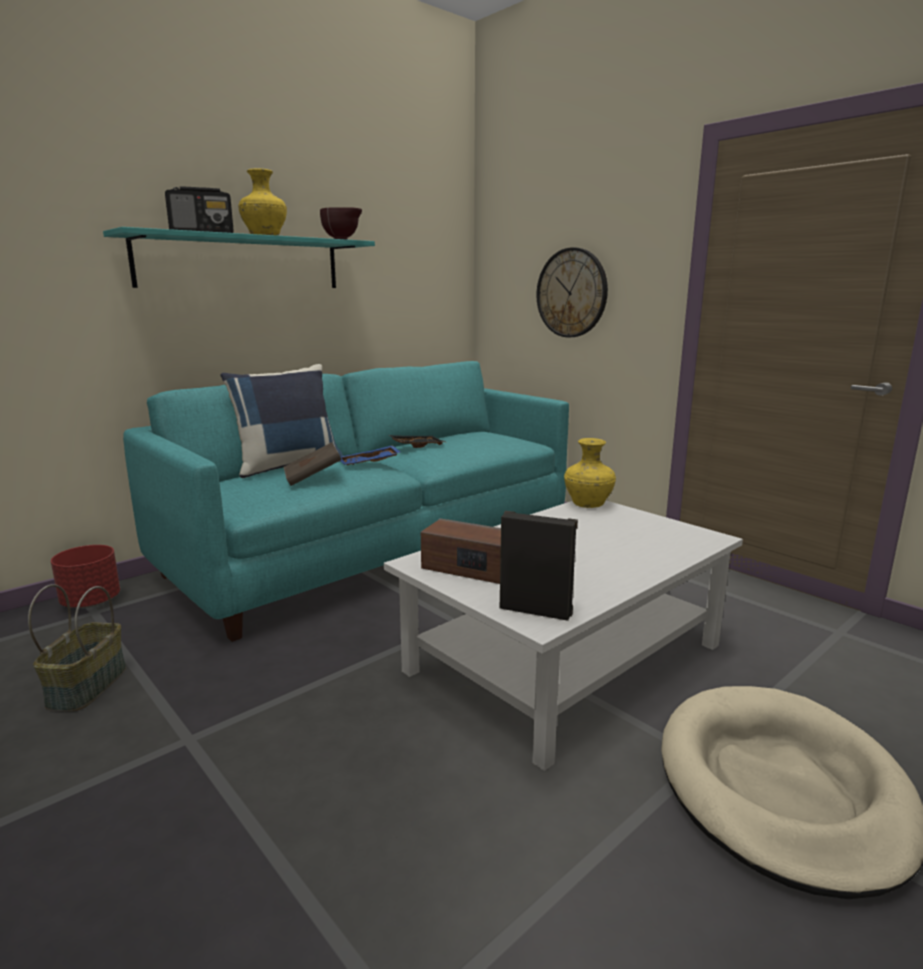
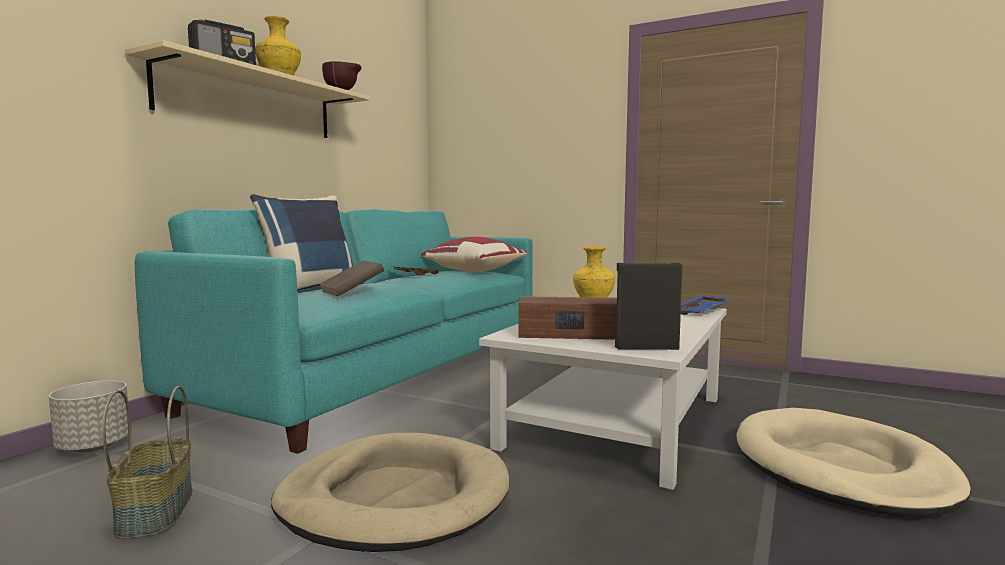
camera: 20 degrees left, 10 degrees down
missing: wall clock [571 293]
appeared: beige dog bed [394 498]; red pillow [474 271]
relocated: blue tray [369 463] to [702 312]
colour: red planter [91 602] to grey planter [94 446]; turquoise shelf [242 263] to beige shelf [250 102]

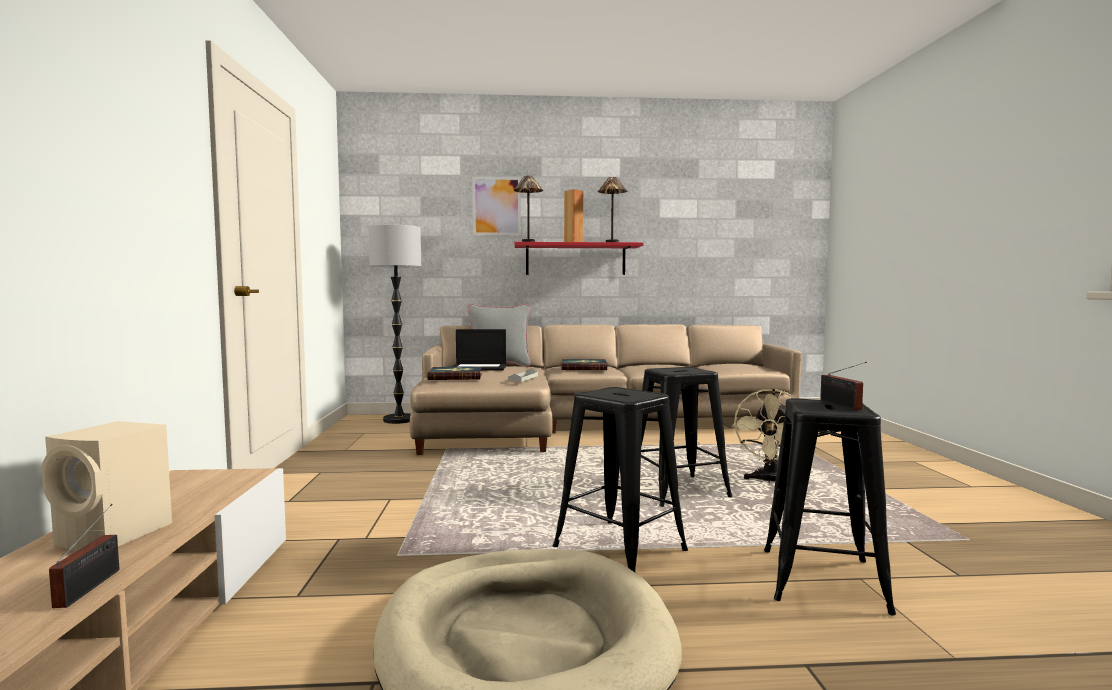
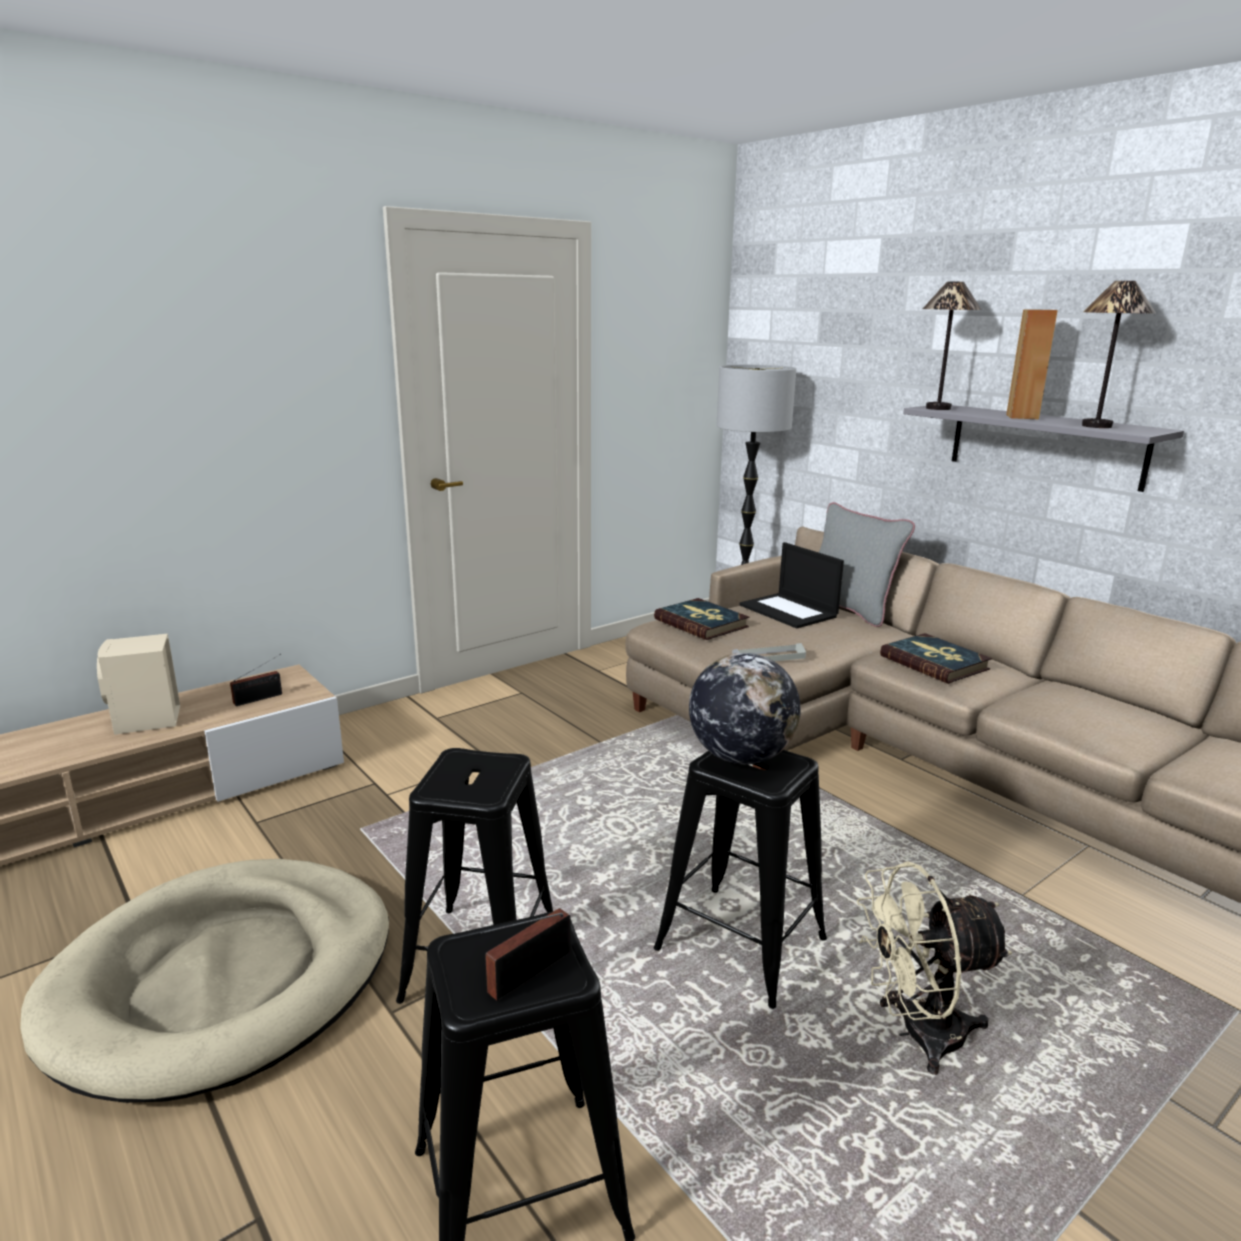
camera: 55 degrees right, 15 degrees up
missing: picture [496 206]
appeared: globe [740 757]
relocated: radio [92 586] to [261 698]
colour: red shelf [575 259] to grey shelf [1045 445]

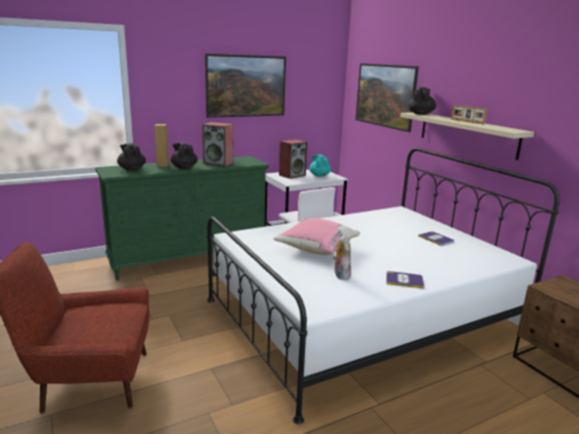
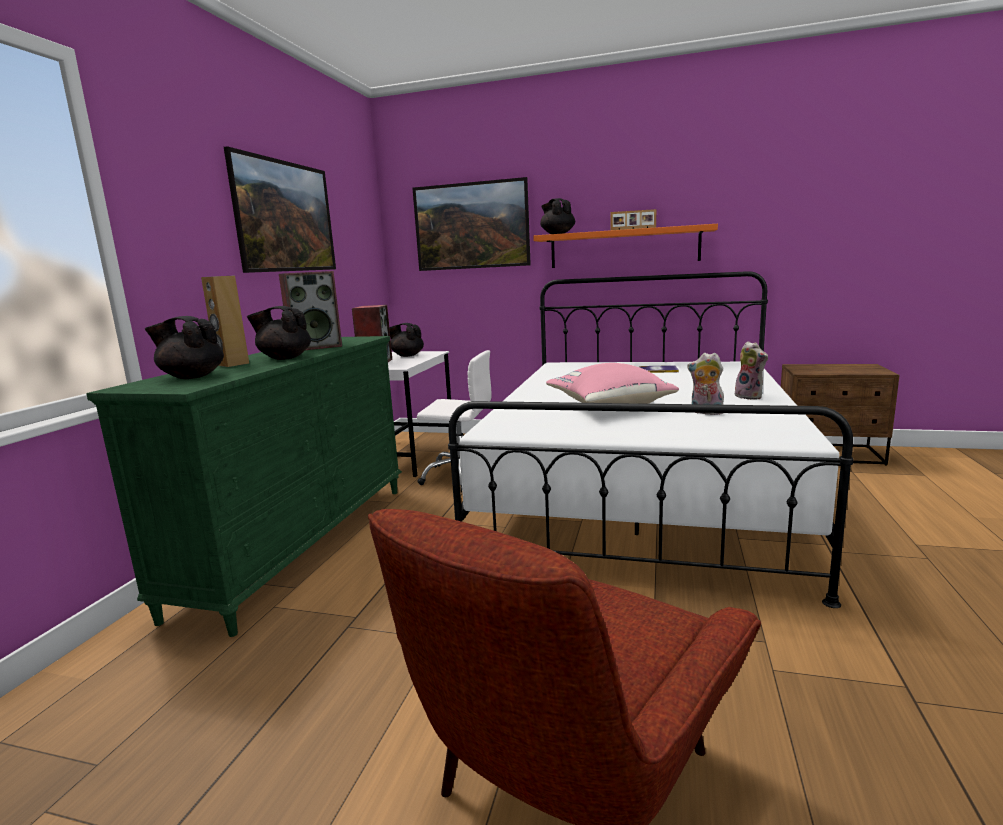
camera: 45 degrees left, 5 degrees down
exchanged: book [404 280] to plush toy [750 396]
colour: turquoise teapot [319 175] to black teapot [407 355]; beige shelf [467 134] to orange shelf [624 247]

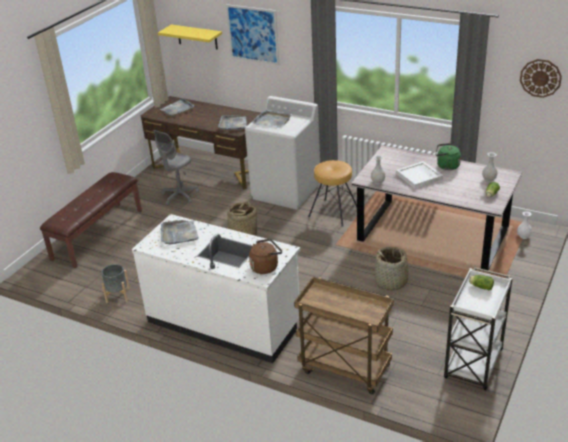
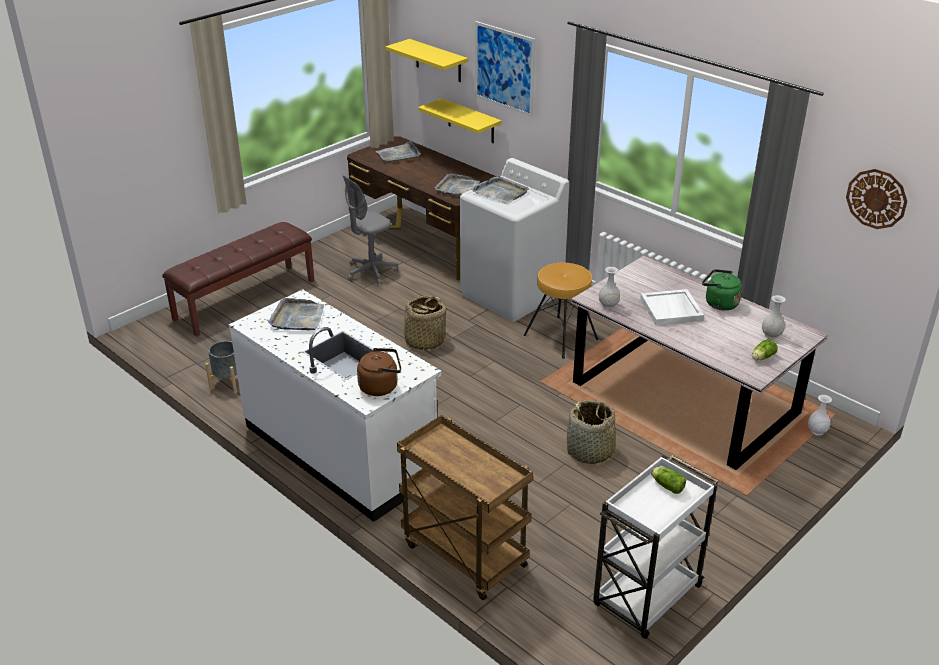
camera: 15 degrees right, 0 degrees up
appeared: yellow shelf [471 121]

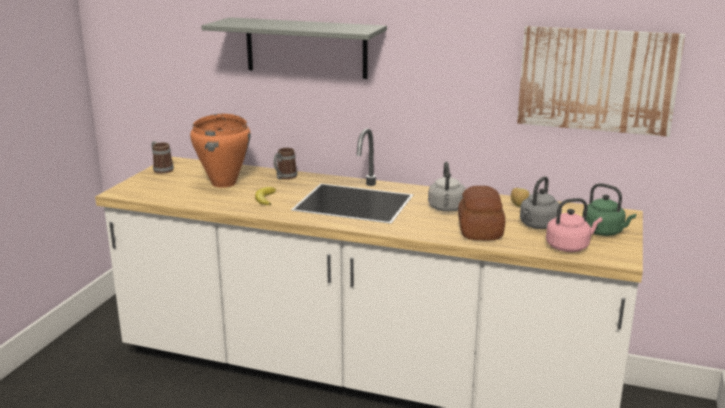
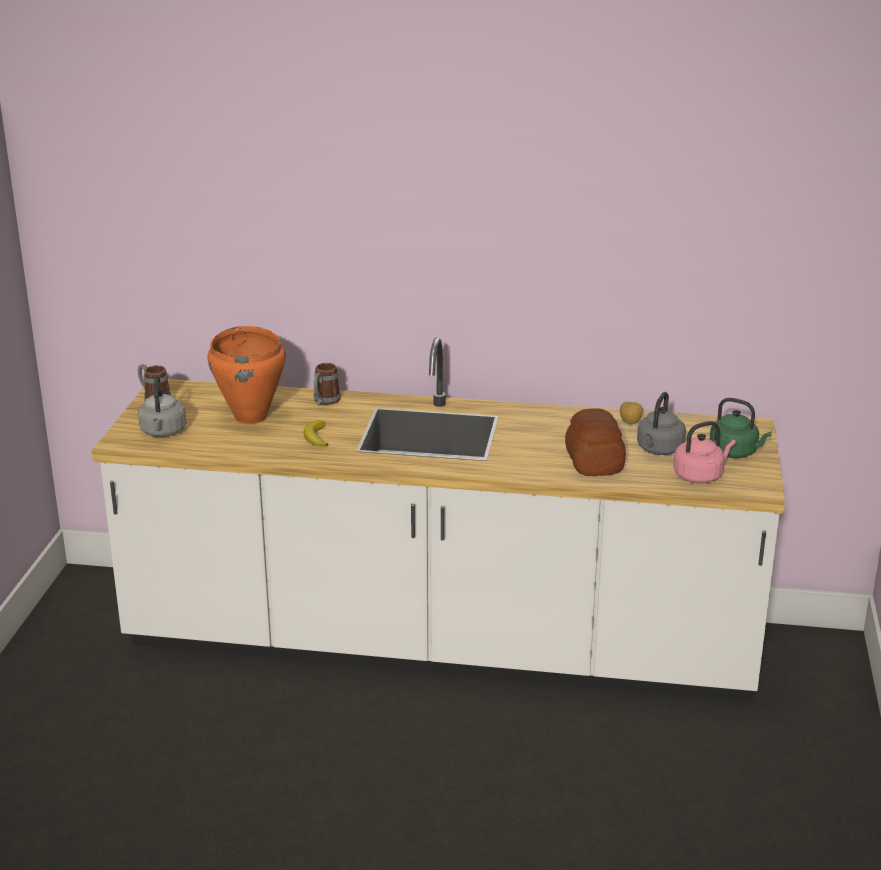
camera: 10 degrees left, 5 degrees up
missing: grey shelf [306 48]; picture [597 79]
relocated: grey kettle [446 209] to [163 432]

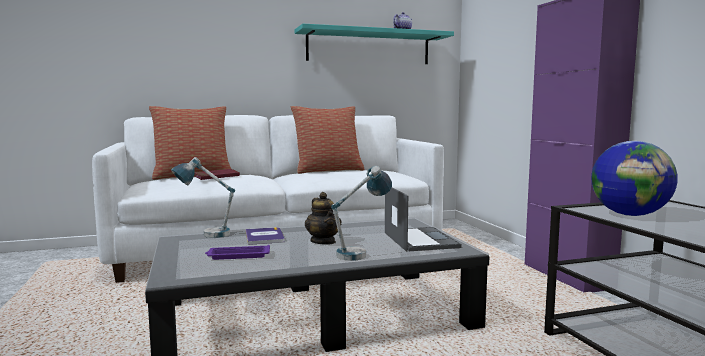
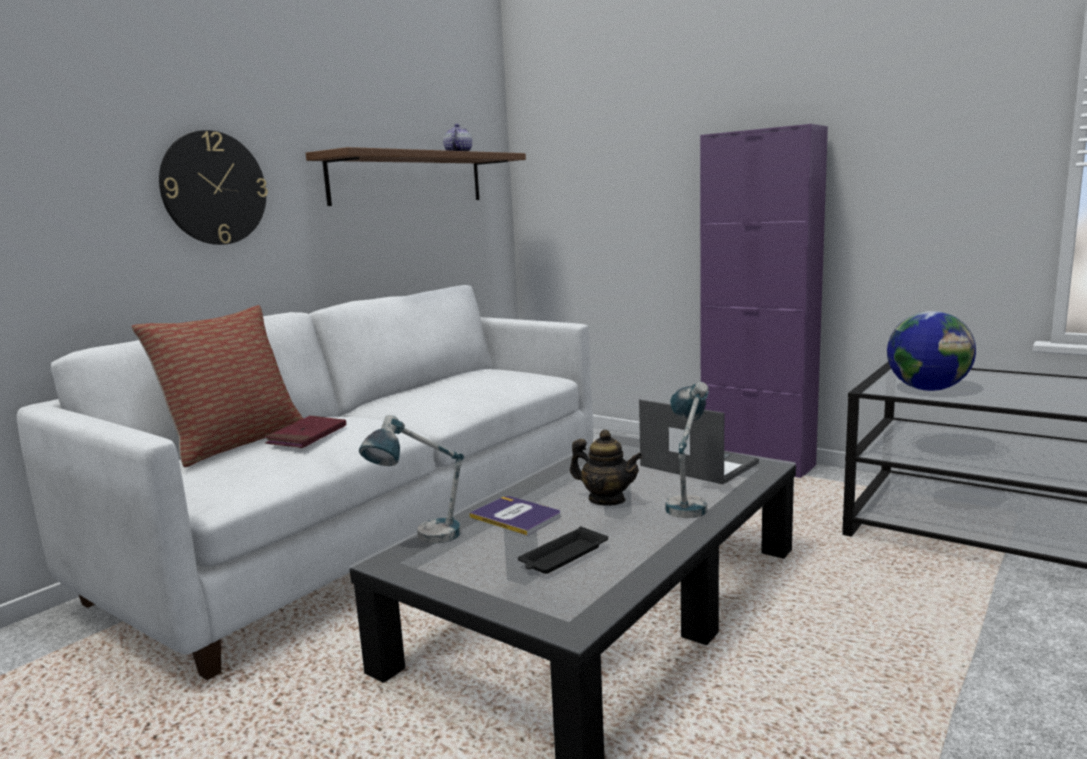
camera: 35 degrees left, 5 degrees up
missing: pillow [328 170]
appeared: wall clock [214 188]
colour: turquoise shelf [369 47] to brown shelf [408 179]; purple tray [238 256] to black tray [562 557]

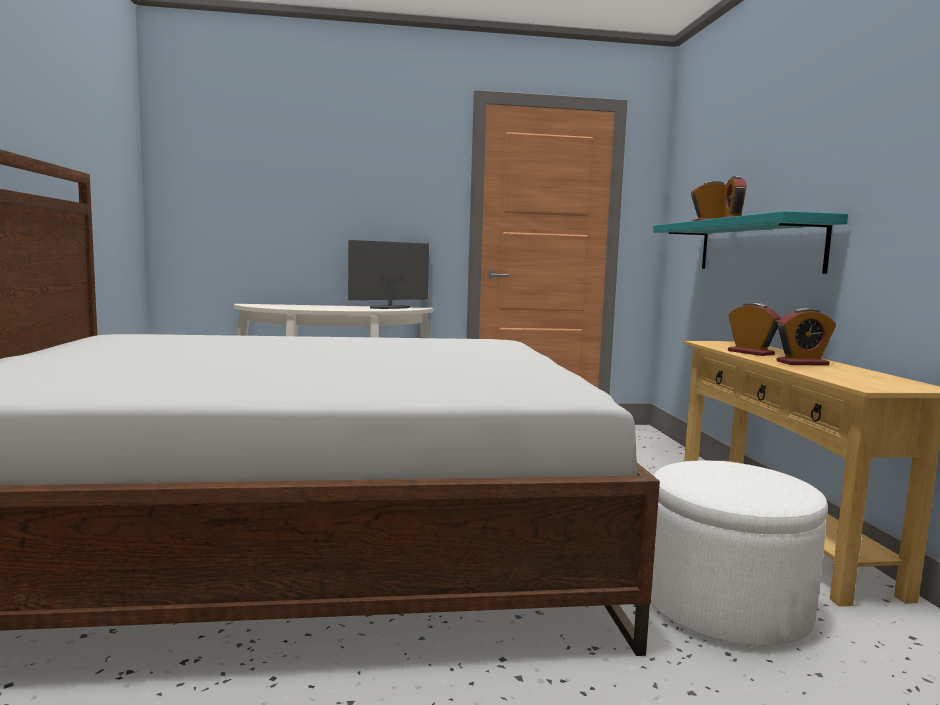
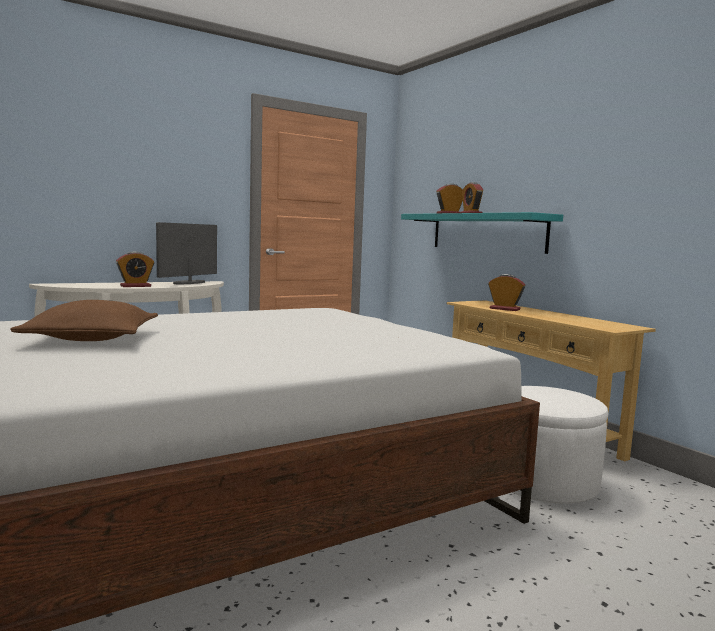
camera: 25 degrees left, 0 degrees up
appeared: brown pillow [92 338]
relocated: alarm clock [802 363] to [135 286]

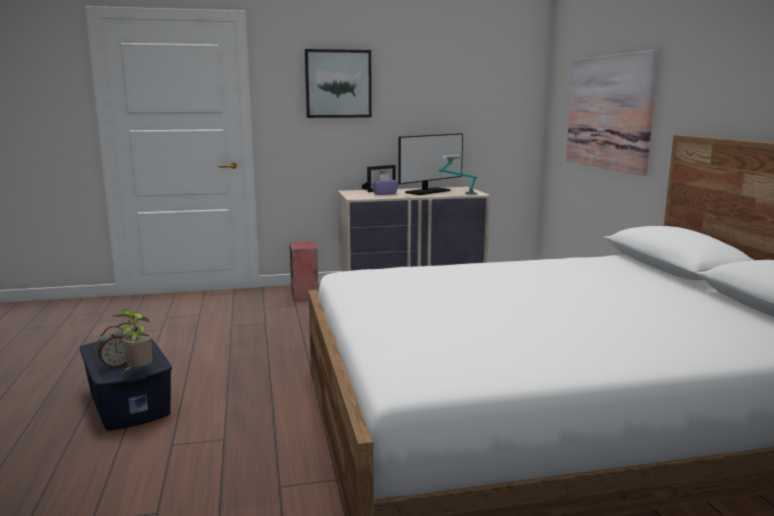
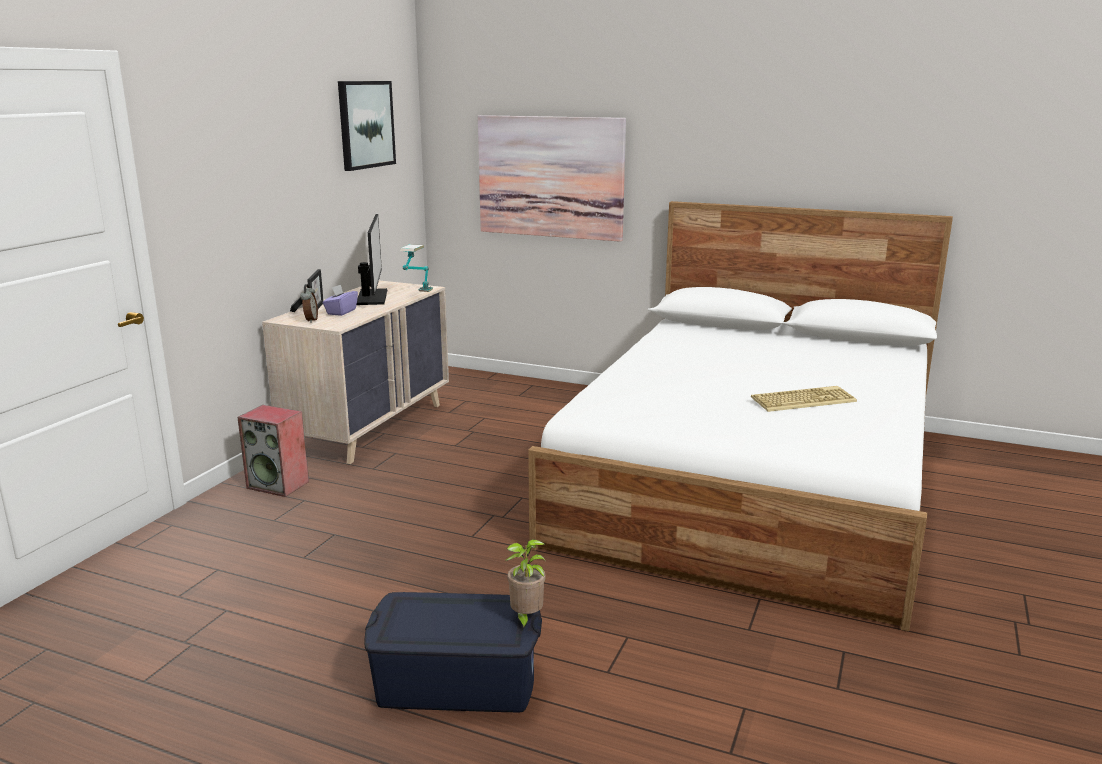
camera: 55 degrees left, 5 degrees up
appeared: keyboard [803 400]
relocated: alarm clock [116 365] to [310 320]; picture [338 84] to [365 124]

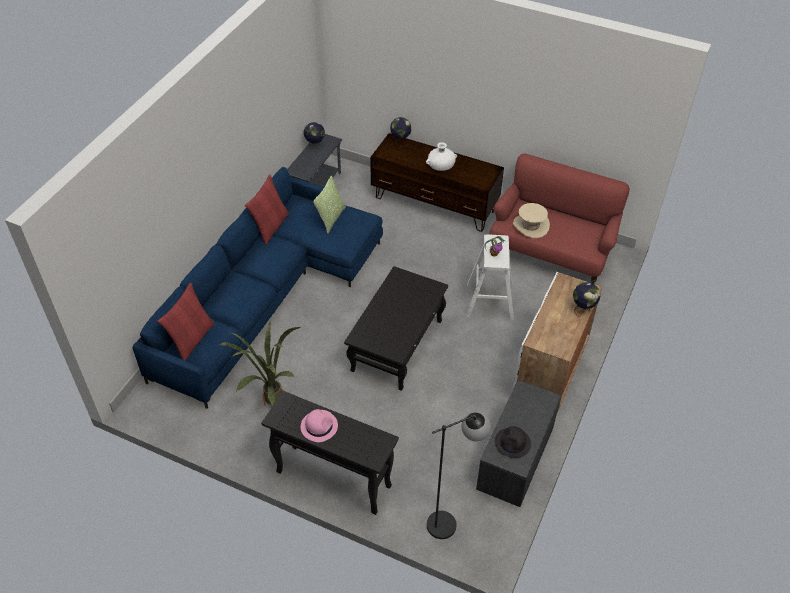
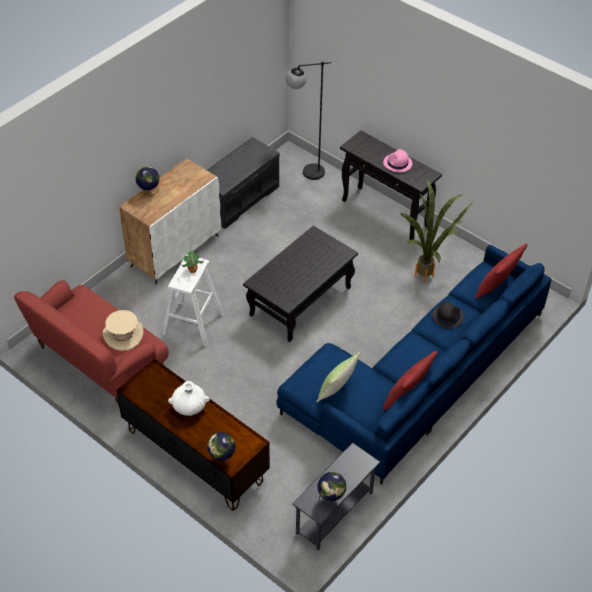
camera: 165 degrees left, 0 degrees up
relocated: black hat [513 443] to [447 316]

